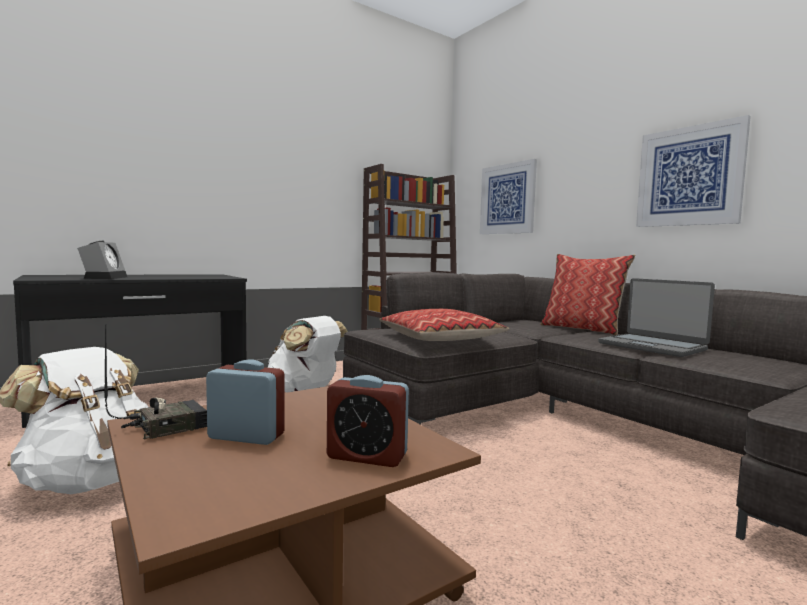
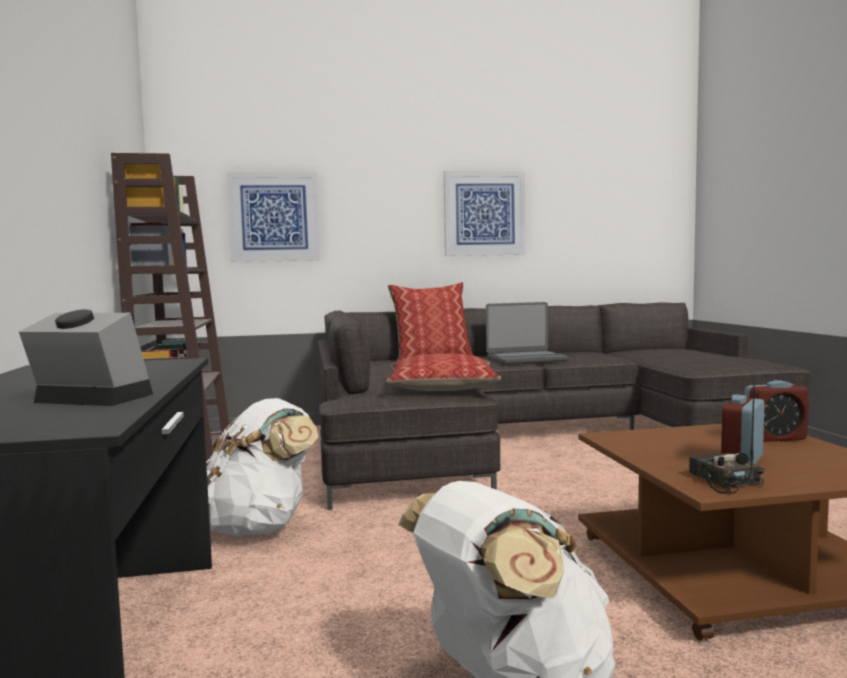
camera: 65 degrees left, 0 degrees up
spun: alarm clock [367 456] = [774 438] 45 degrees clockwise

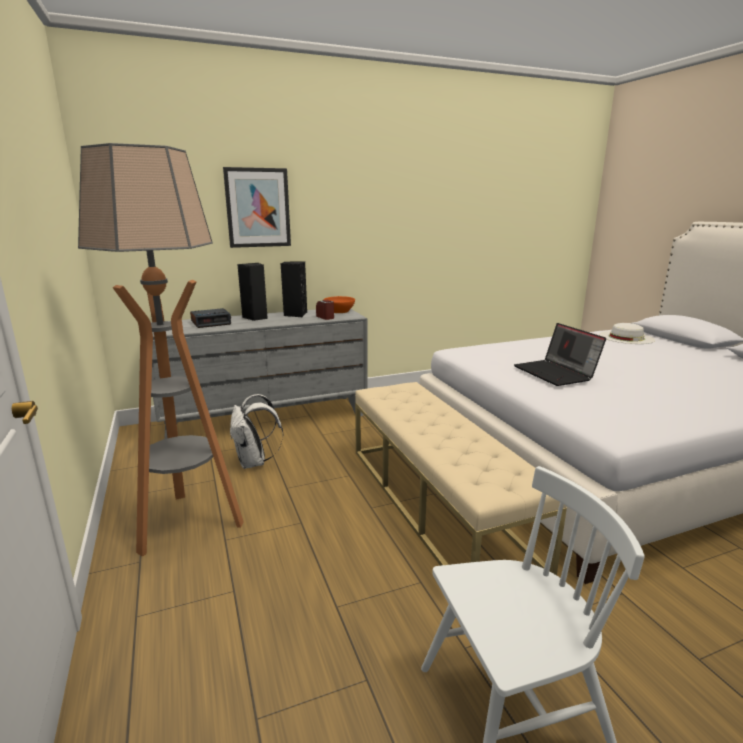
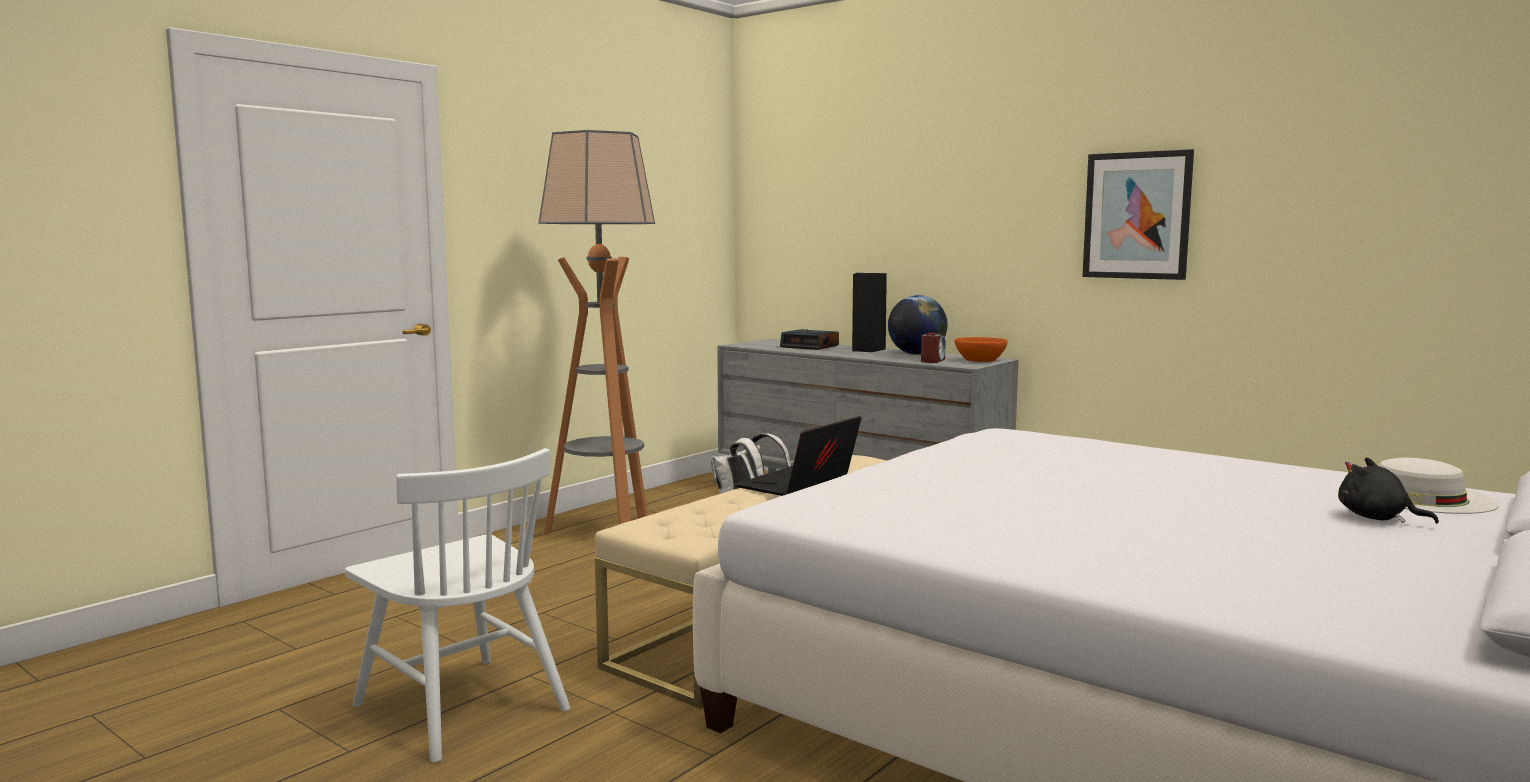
camera: 60 degrees right, 10 degrees down
appeared: black plush toy [1377 518]
relocated: laptop [556 373] to [798 484]; picture [258 208] to [1137 215]
exchanged: black speaker [295 314] to globe [916 354]

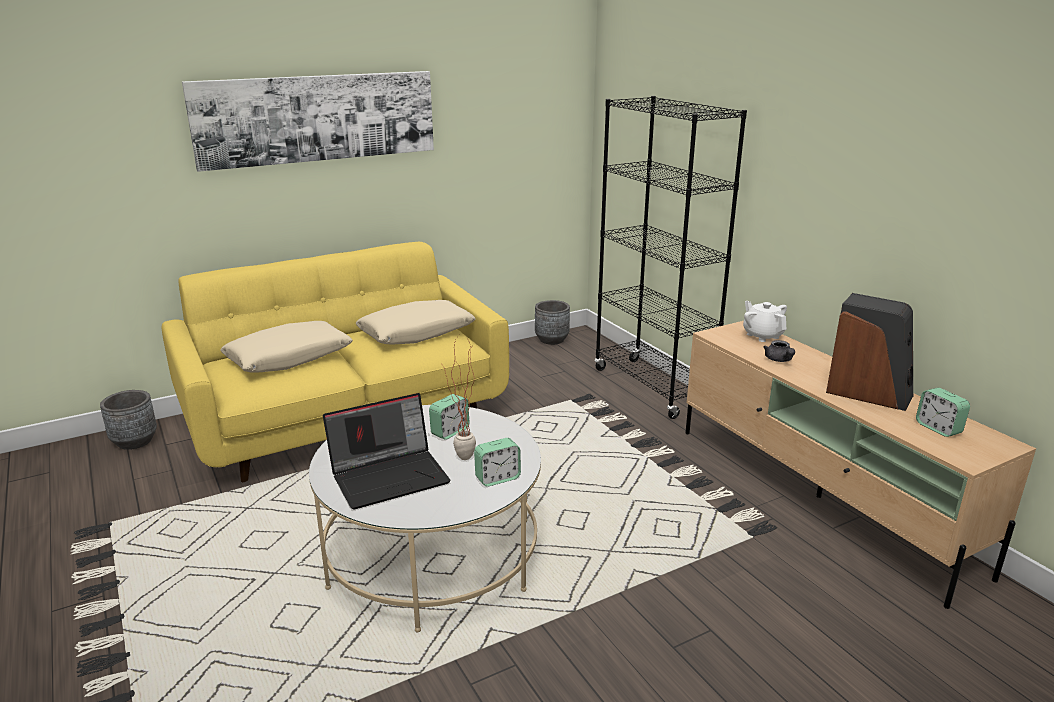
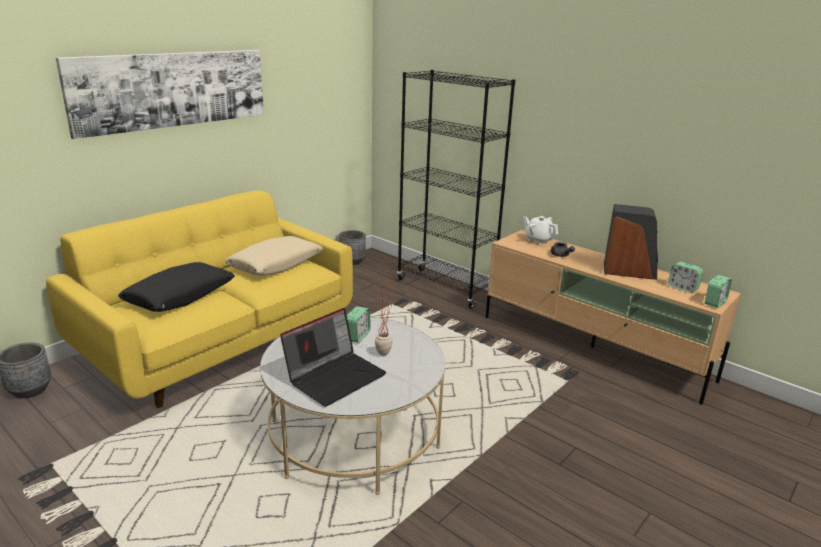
camera: 20 degrees left, 0 degrees up
relocated: alarm clock [497 478] to [715 303]
colour: beige pillow [289 358] to black pillow [180 296]

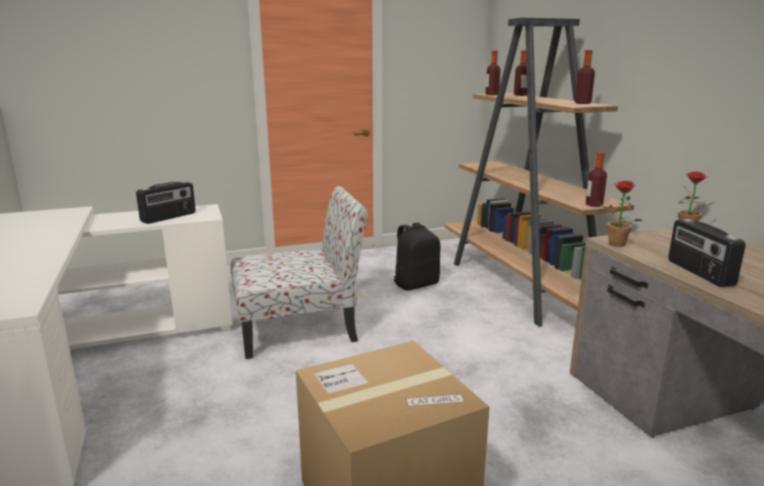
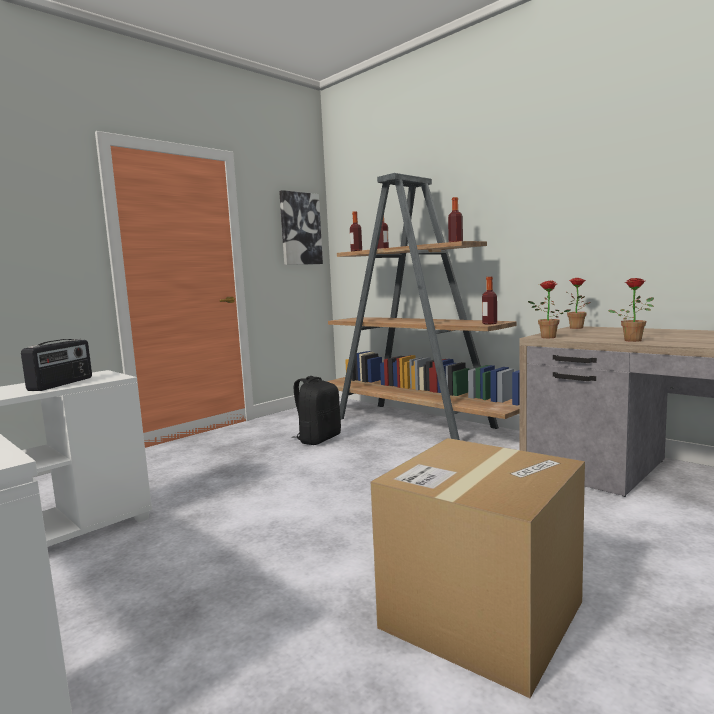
camera: 25 degrees left, 10 degrees down
missing: chair [299 328]
appeared: picture [300 229]
exchanged: radio [699 273] to potted plant [634 340]

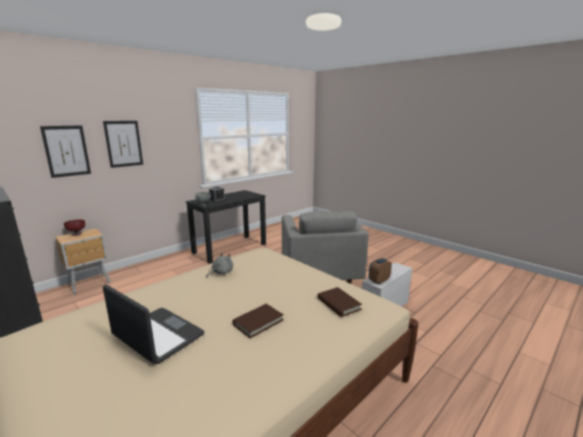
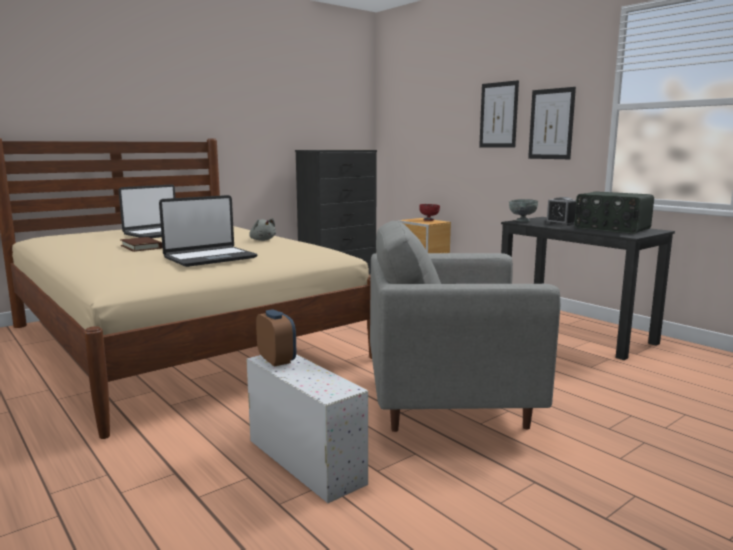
camera: 95 degrees right, 5 degrees down
missing: brown book [338 304]
appeared: laptop [210 258]; radio [611 228]
relocated: picture [66 151] to [551 124]

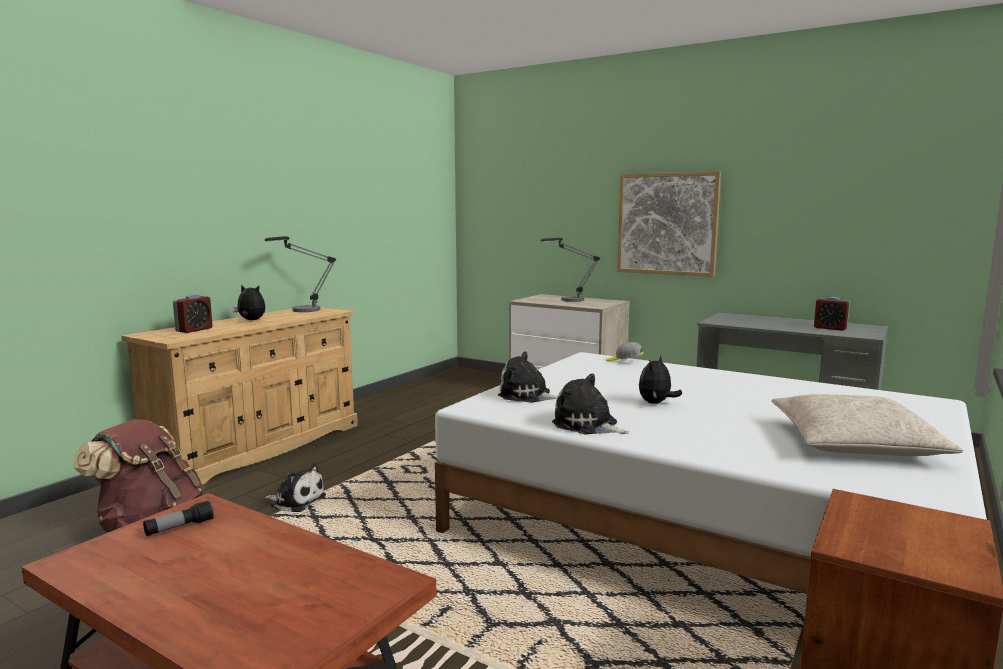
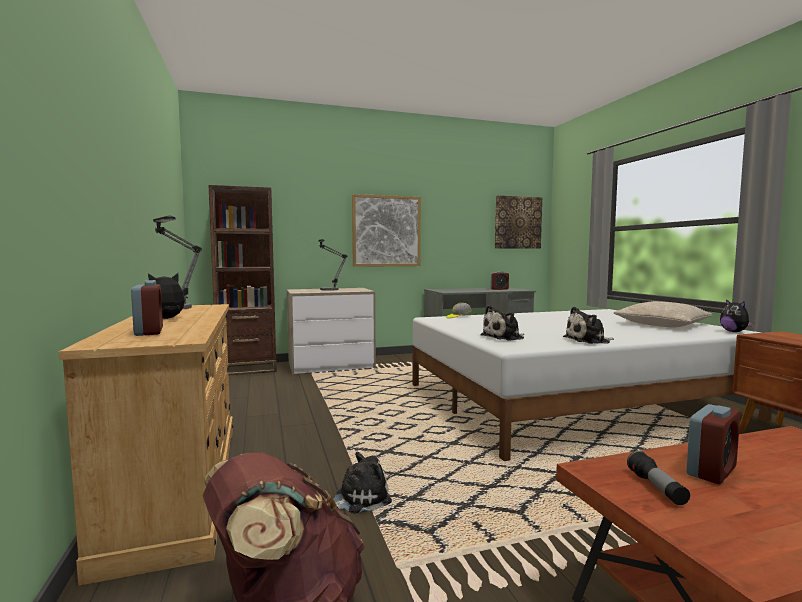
camera: 50 degrees left, 5 degrees down
appeared: brown bookcase [247 369]; picture [517 222]; alarm clock [711 471]
relocated: plush toy [656 403] to [734 332]

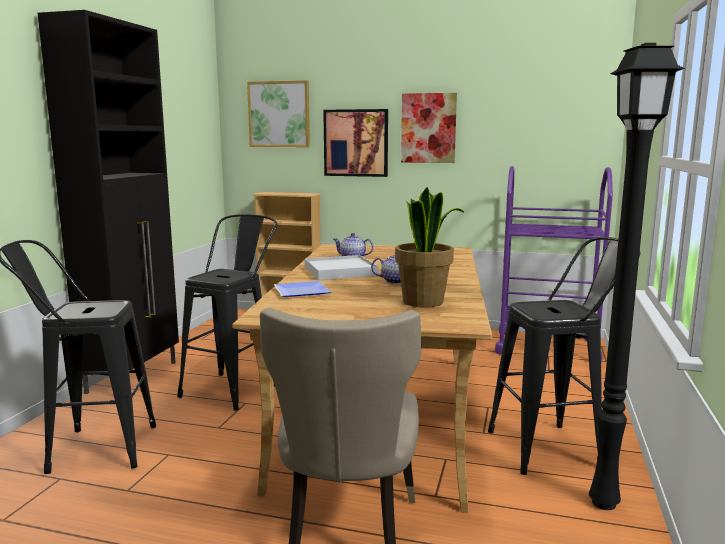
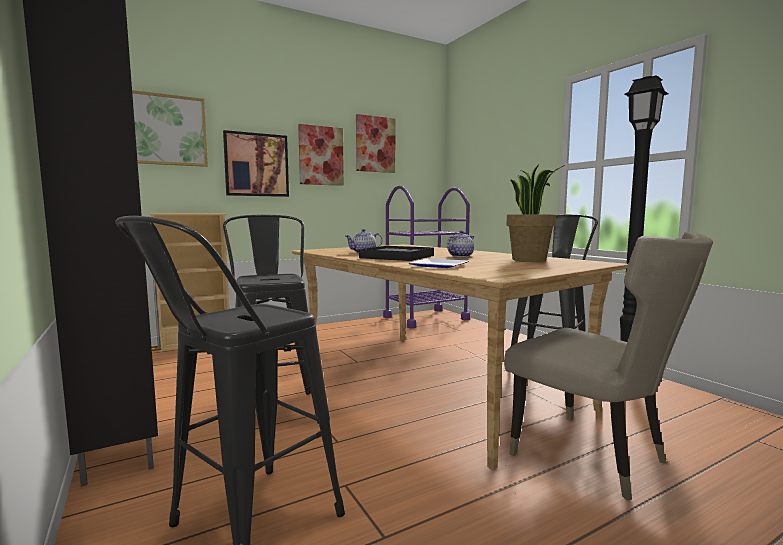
camera: 45 degrees left, 5 degrees down
appeared: picture [375 144]
colour: white tray [340 271] to black tray [397 257]

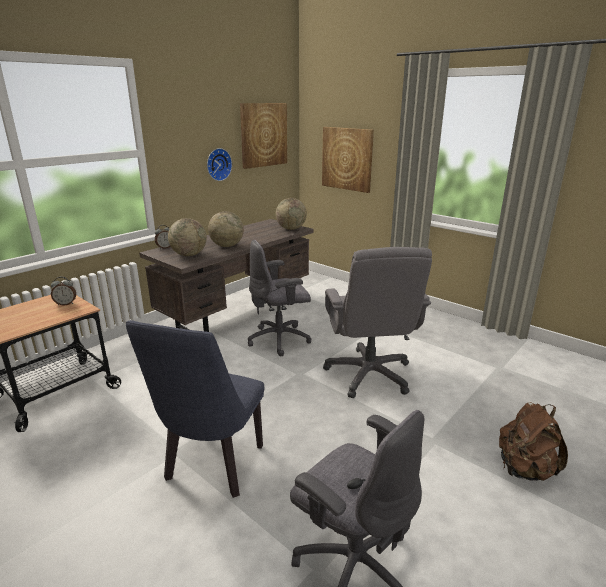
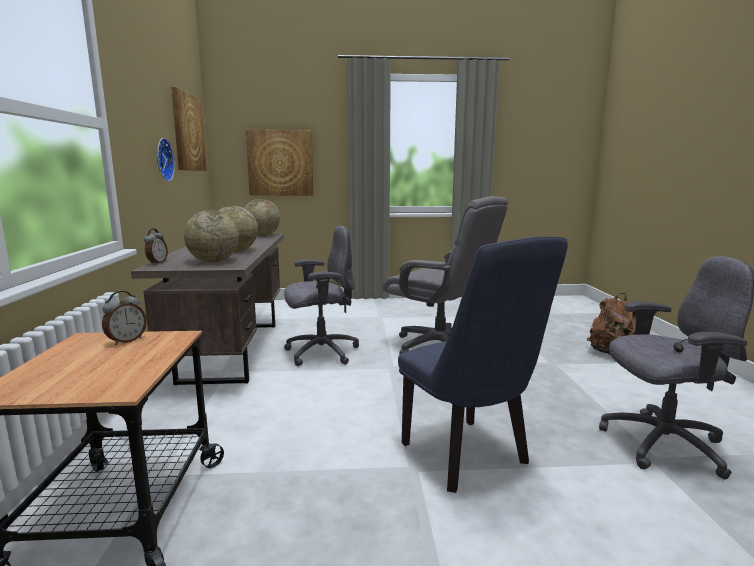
camera: 45 degrees left, 10 degrees down
spun: grey office chair [280 339] = [320 352] 135 degrees counterclockwise

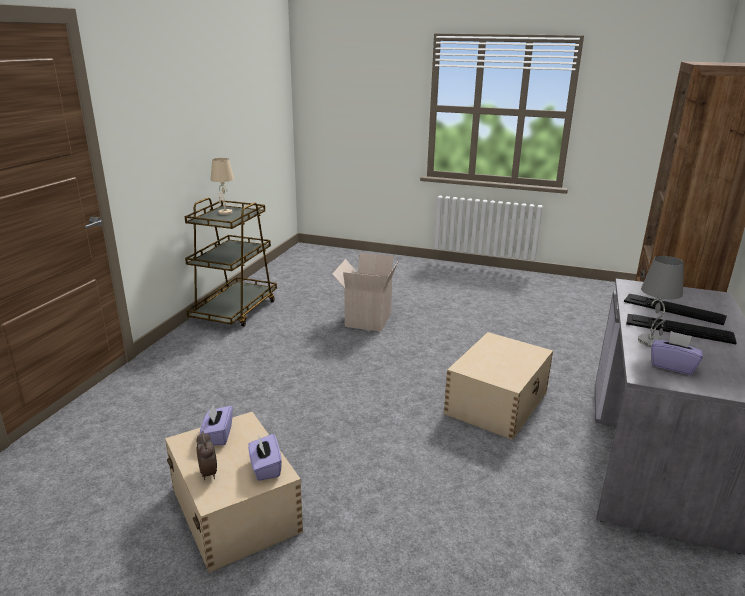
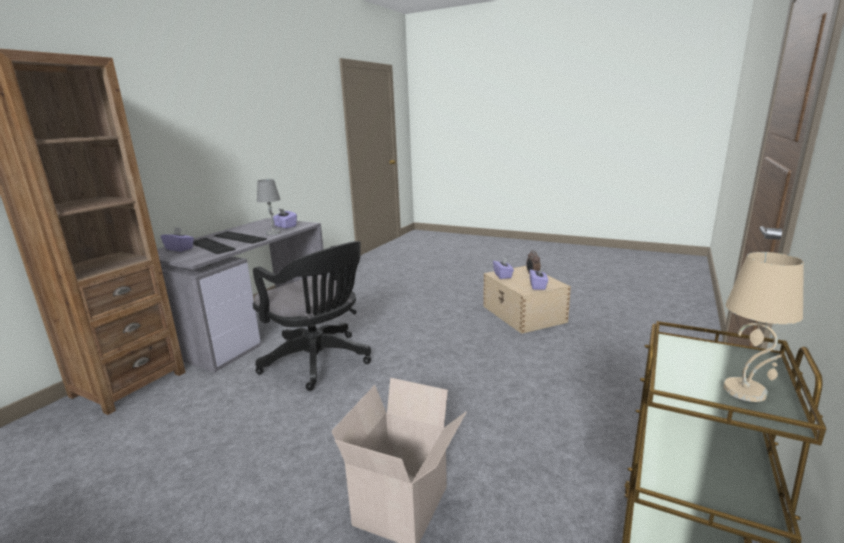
camera: 170 degrees left, 5 degrees down
appeared: purple tissue box [180 249]
exchanged: beige storage box [497 402] to black office chair [319 362]

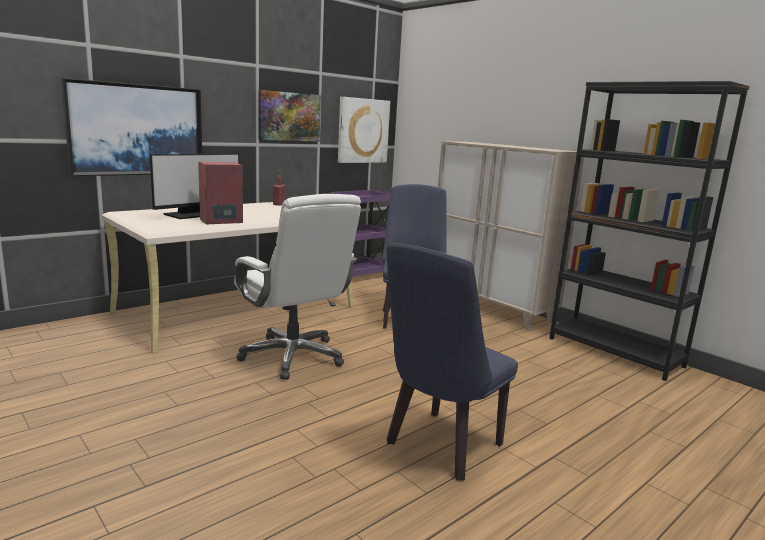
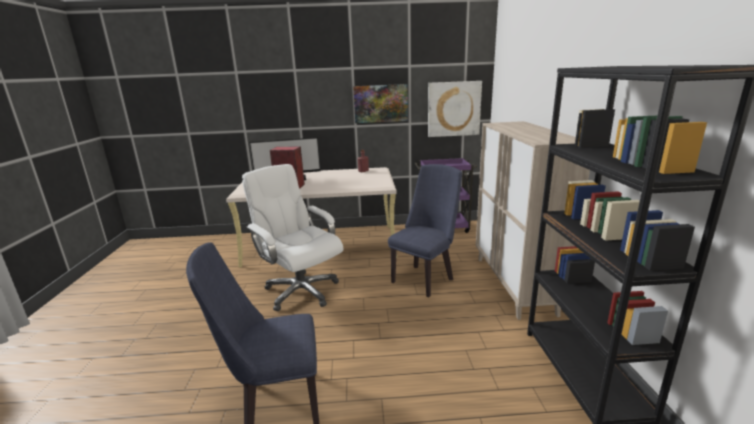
camera: 40 degrees right, 5 degrees up
missing: picture [137 130]
spun: white office chair [293 356] = [301 291] 135 degrees clockwise

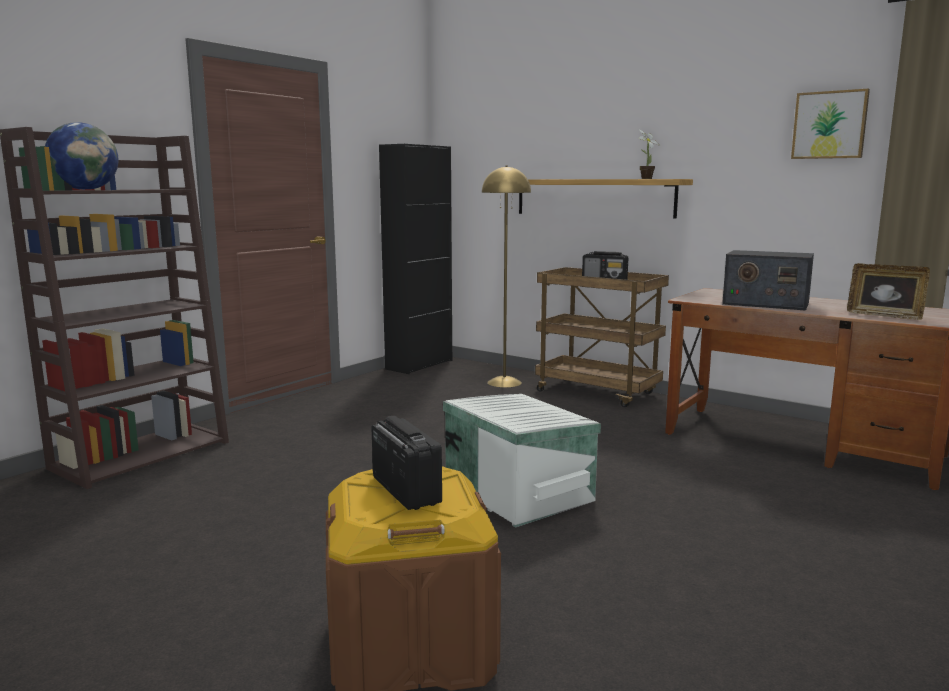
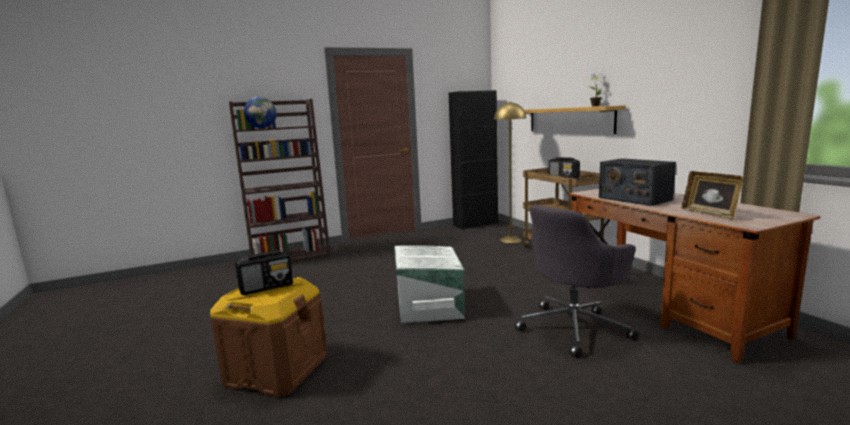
camera: 30 degrees right, 0 degrees up
missing: picture [829 125]
appeared: grey office chair [574 328]
spun: radio [405 490] = [267 287] 60 degrees clockwise

